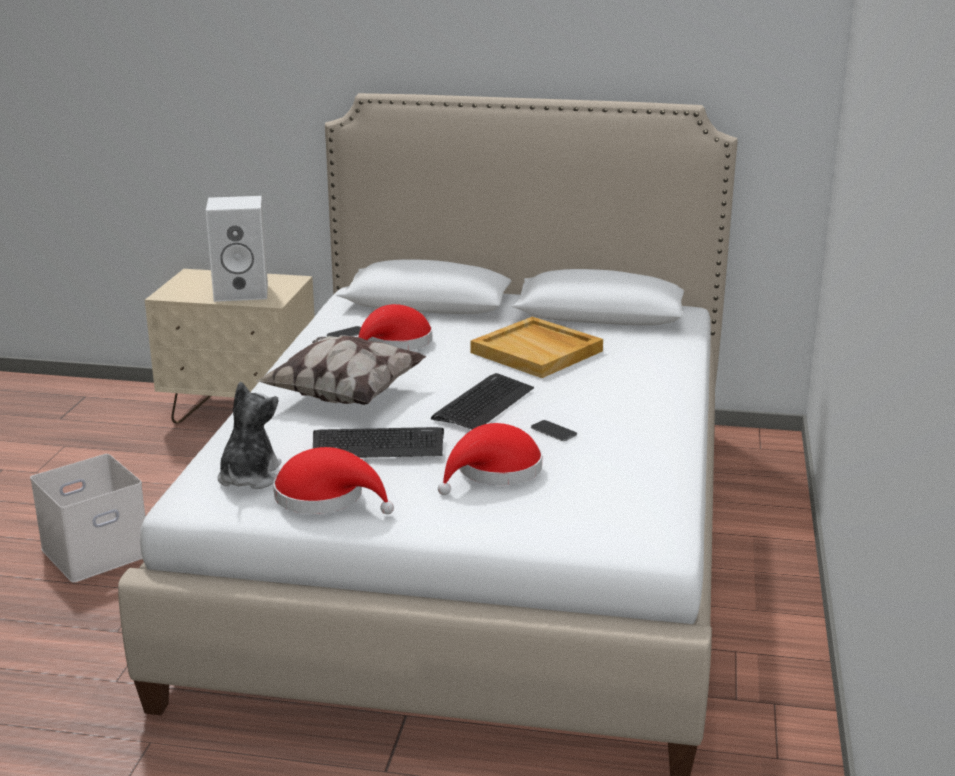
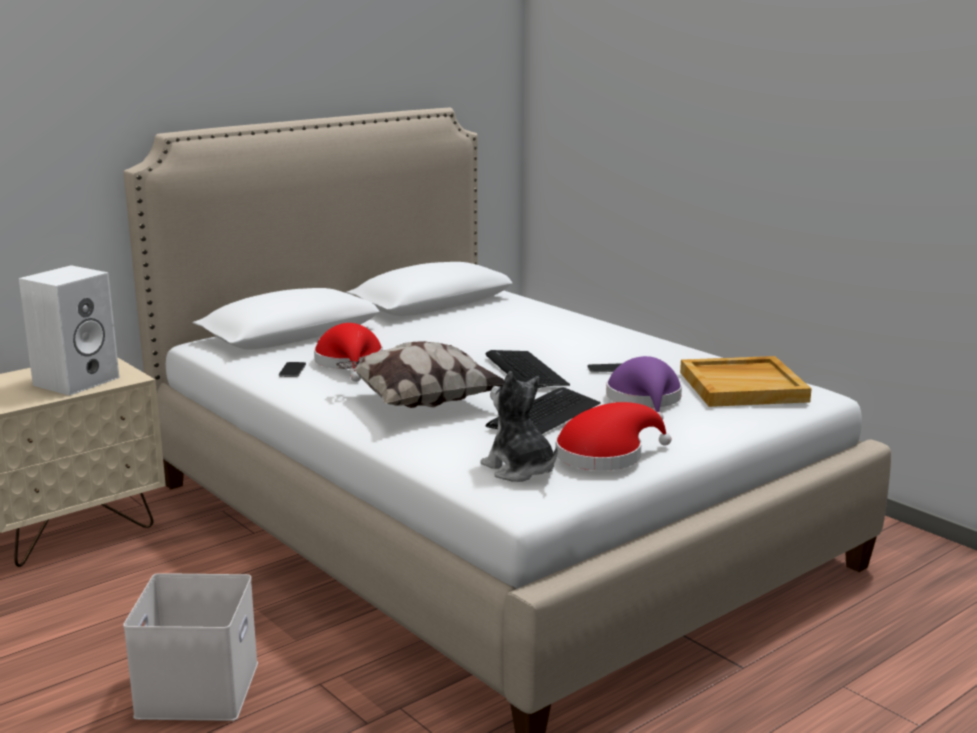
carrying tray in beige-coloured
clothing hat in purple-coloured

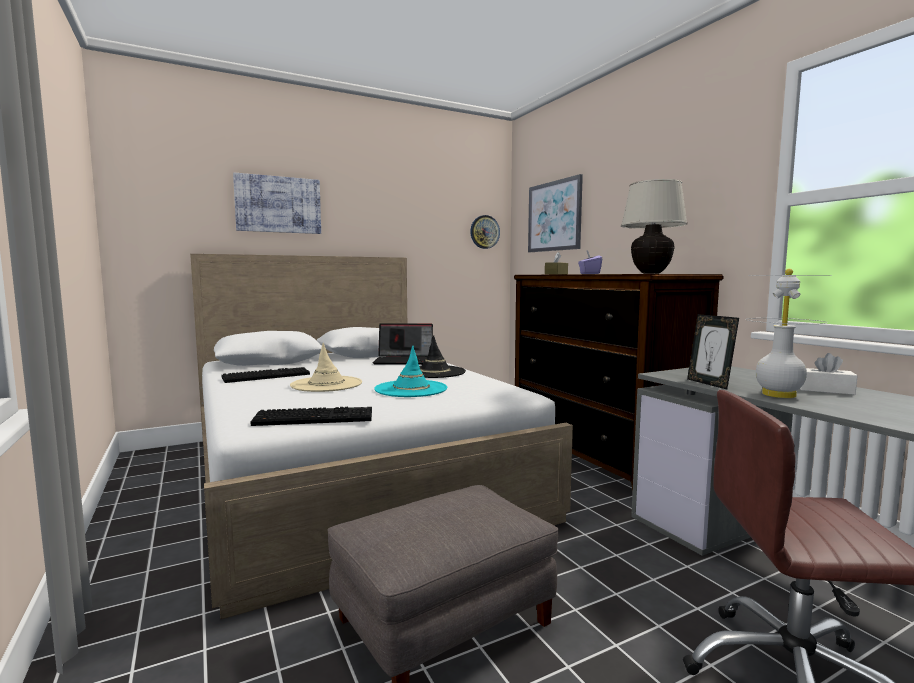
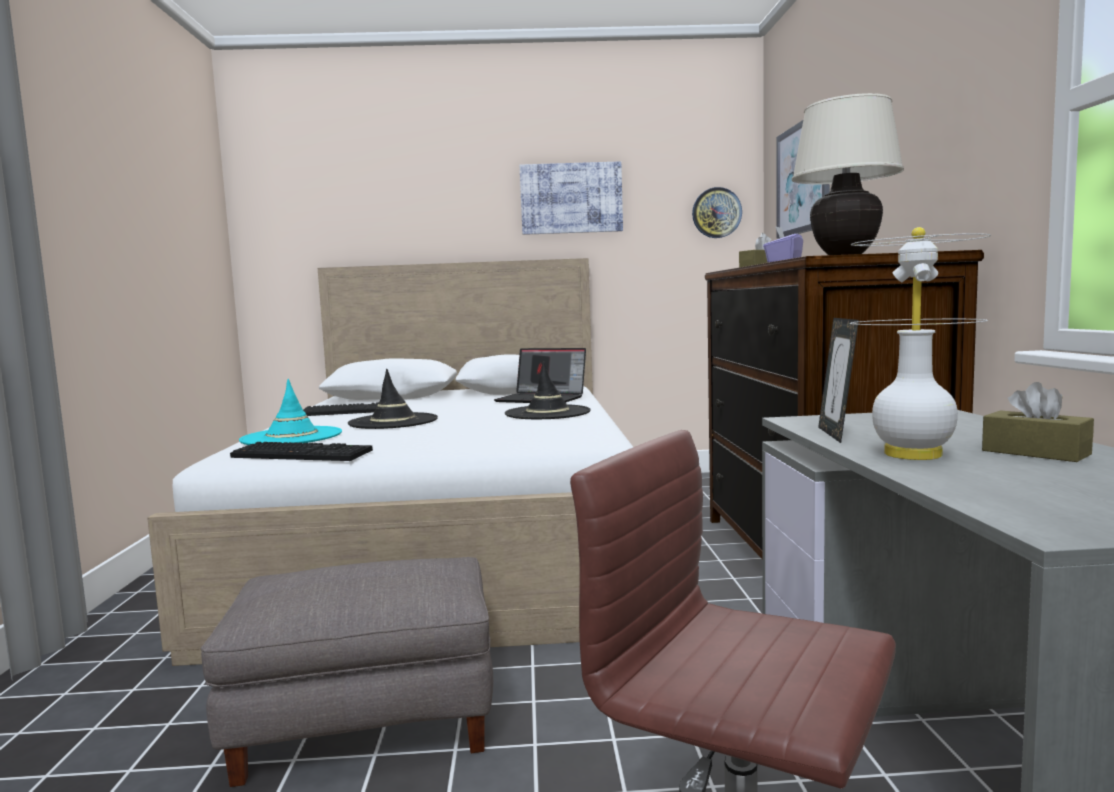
wall picture (no. 1 from left)
clothing hat in blue-green
clothing hat in black-coloured (no. 1 from left)
tissue box in brown (no. 2 from left)

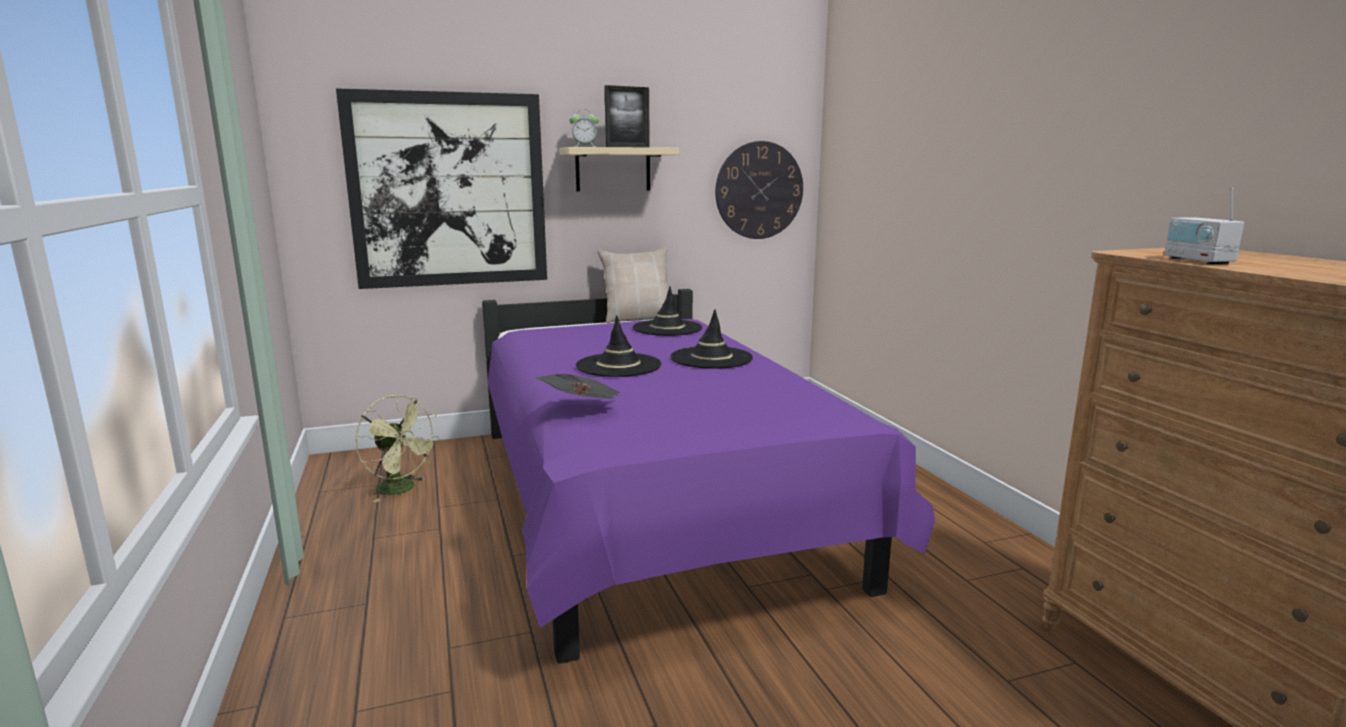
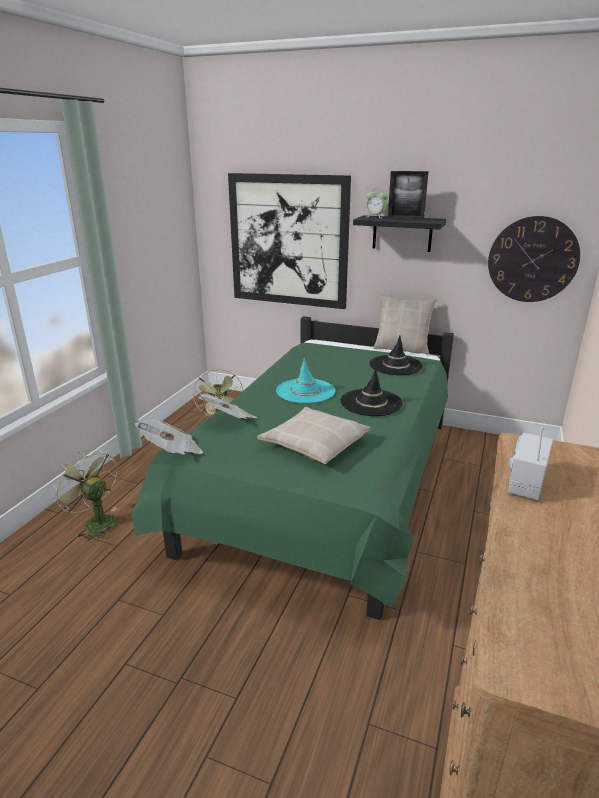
fan in green-coloured (no. 1 from left)
printed paper (no. 1 from left)
throw pillow in beige-coloured (no. 1 from left)
bed in green-coloured
wall shelf in black-coloured
clothing hat in blue-green

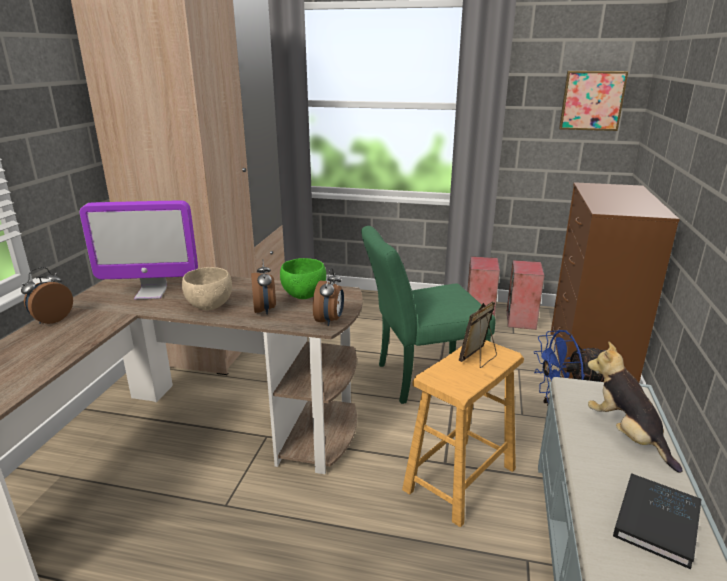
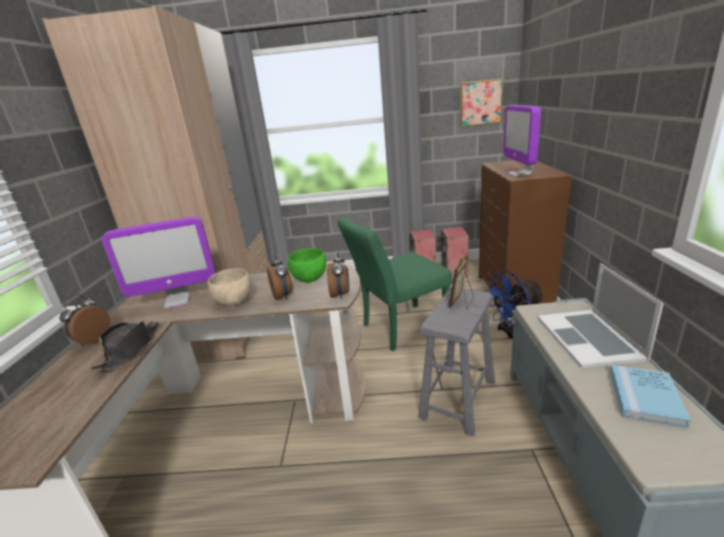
clothing hat in black-coloured
monitor (no. 2 from left)
portable computer
stool in greyish
book in blue-coloured

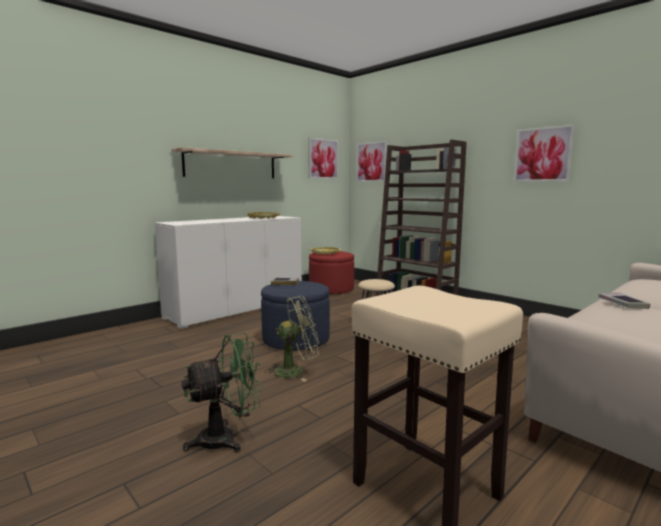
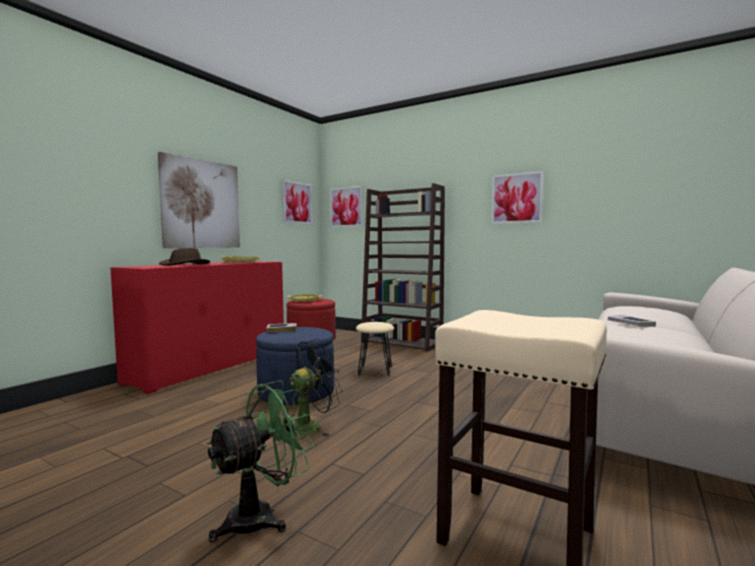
clothing hat in brown
wall picture (no. 1 from left)
storage cabinet in red-coloured
fan in black-coloured

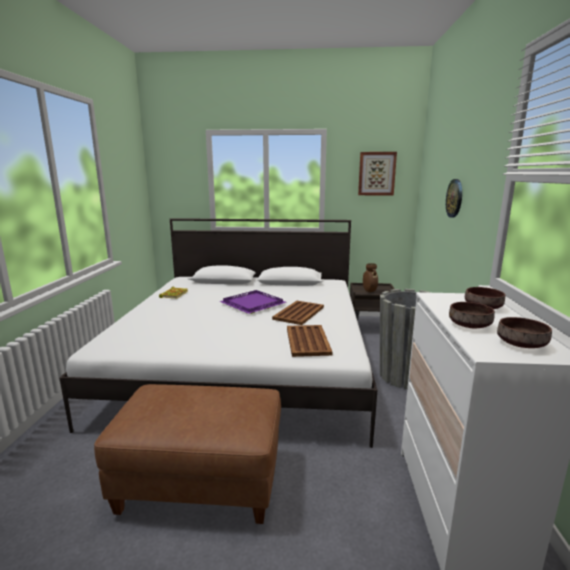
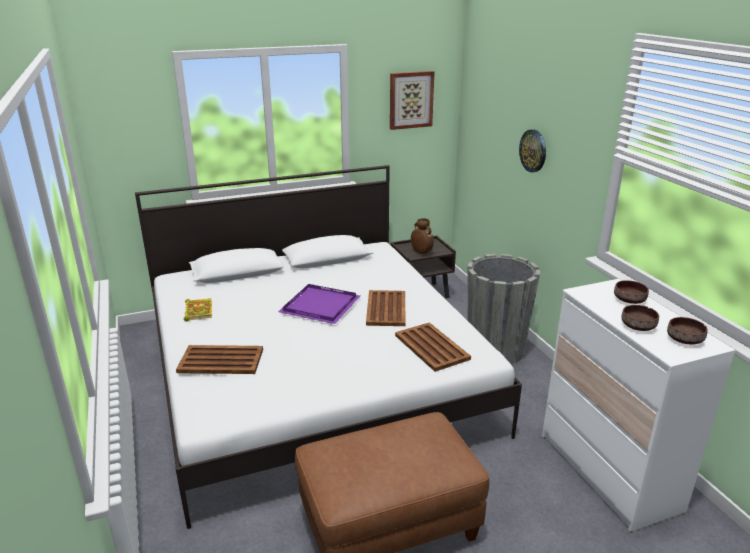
carrying tray in brown (no. 1 from left)

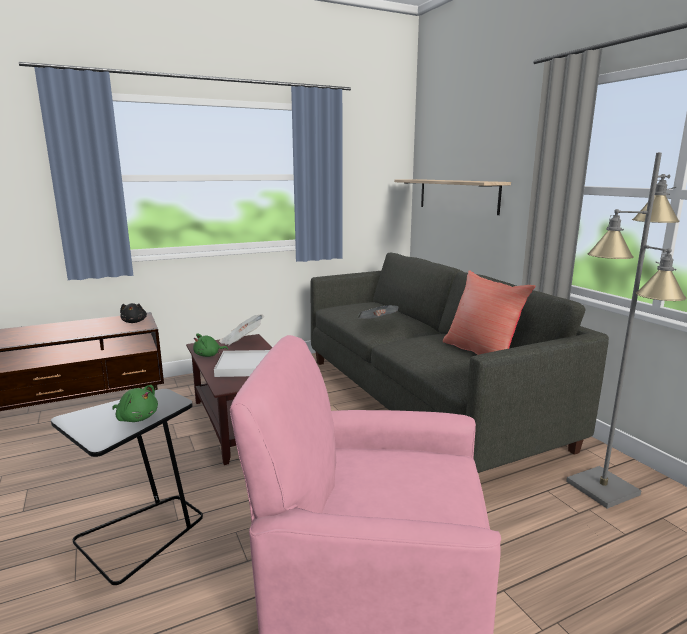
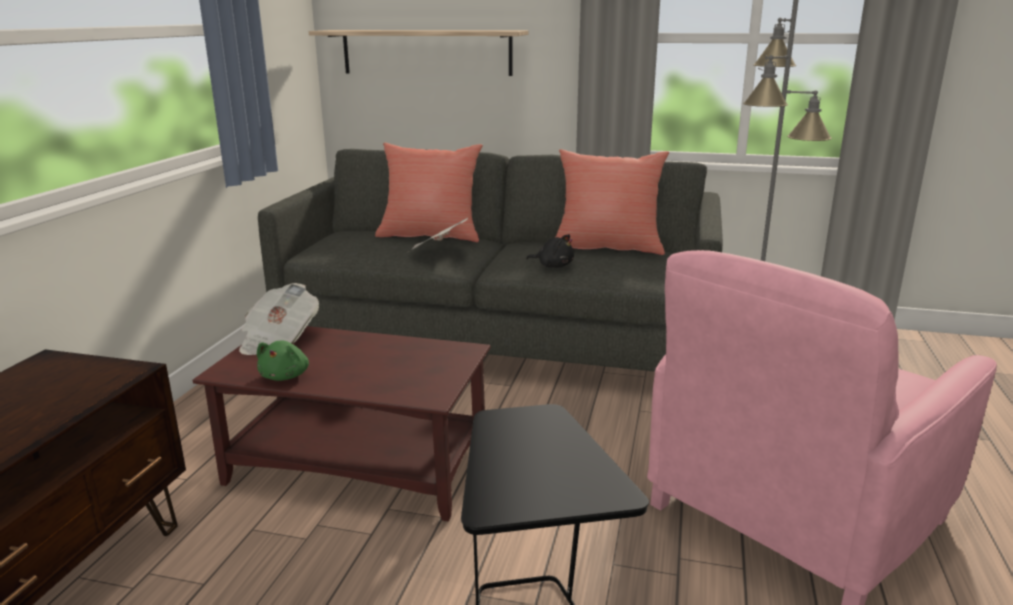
plush toy in green-coloured (no. 1 from left in the first image)
carrying tray in white
throw pillow in red-coloured (no. 1 from left)
plush toy in black-coloured

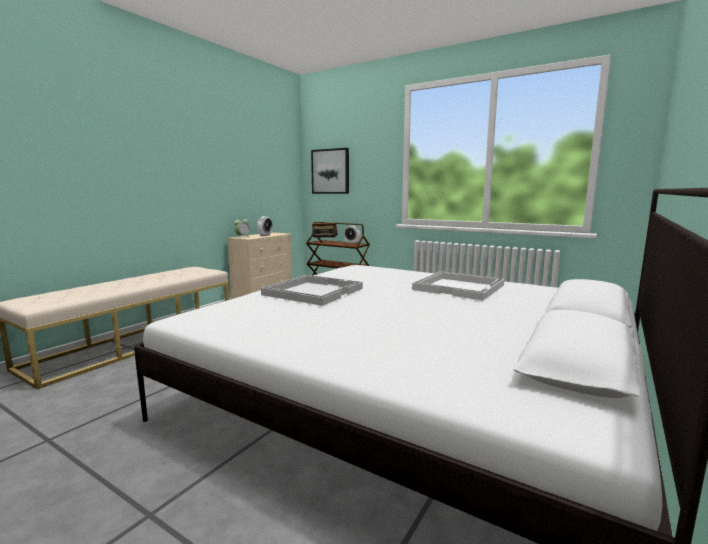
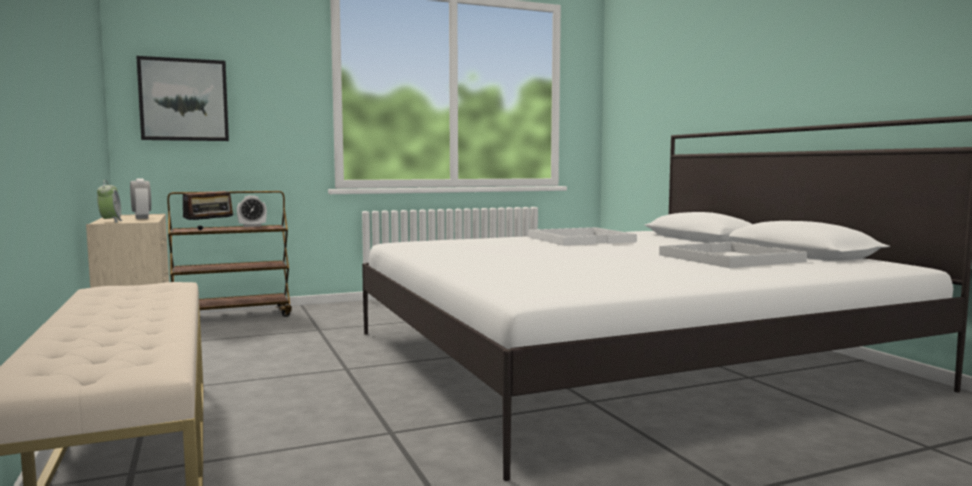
carrying tray in white (no. 2 from left)

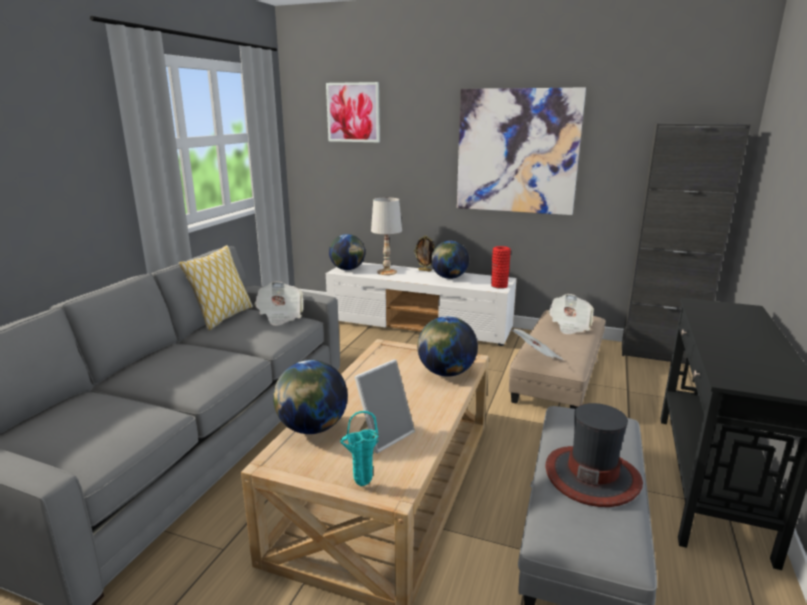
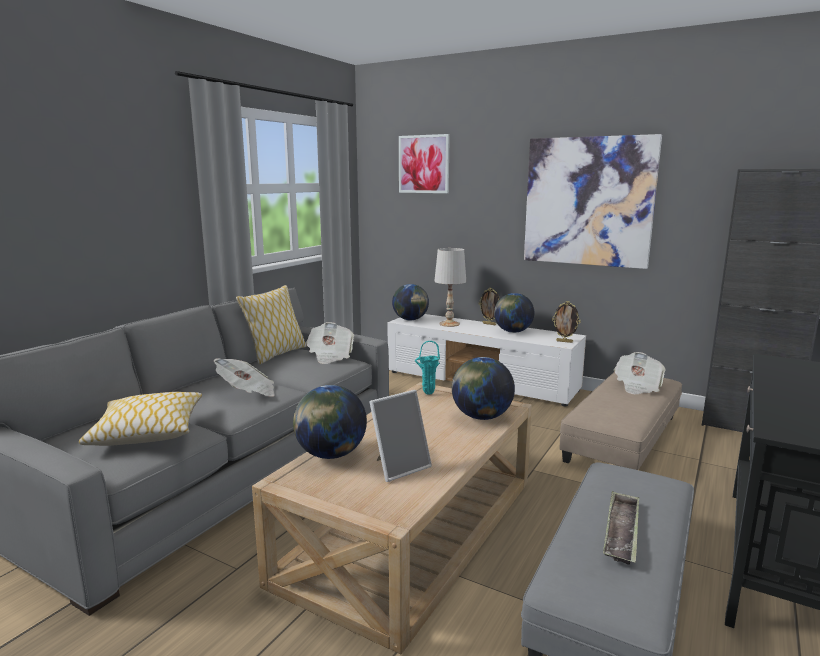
throw pillow (no. 1 from left)
decorative vase in blue-green
printed paper (no. 1 from left)
photo frame (no. 3 from left)
carrying tray

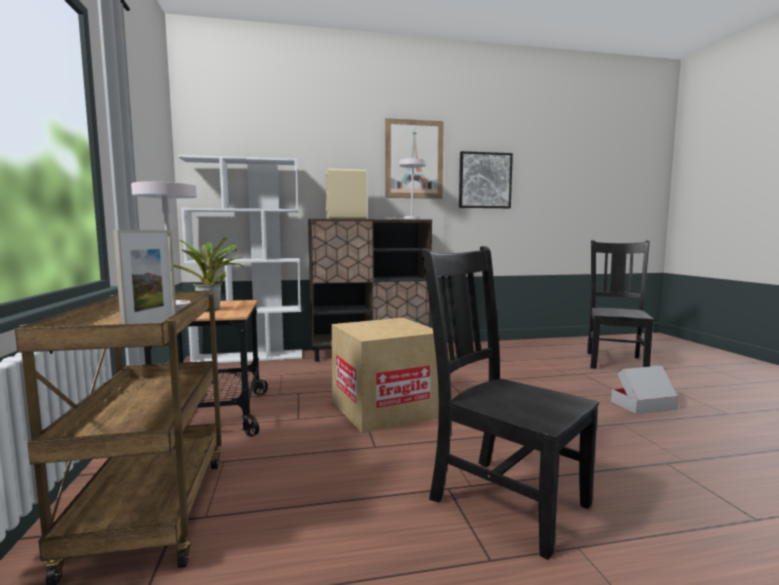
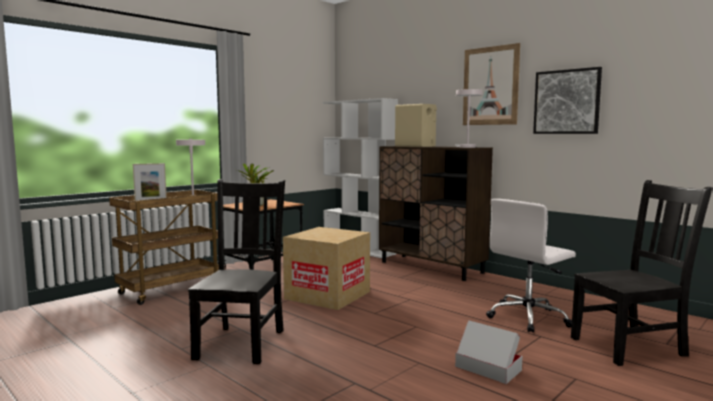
office chair in white

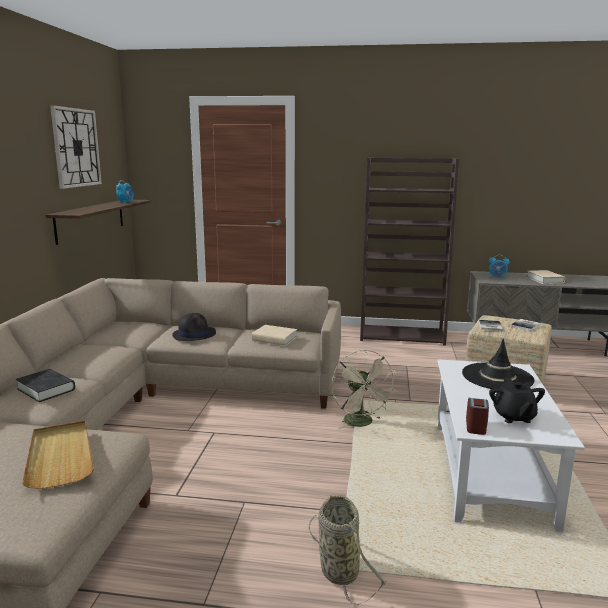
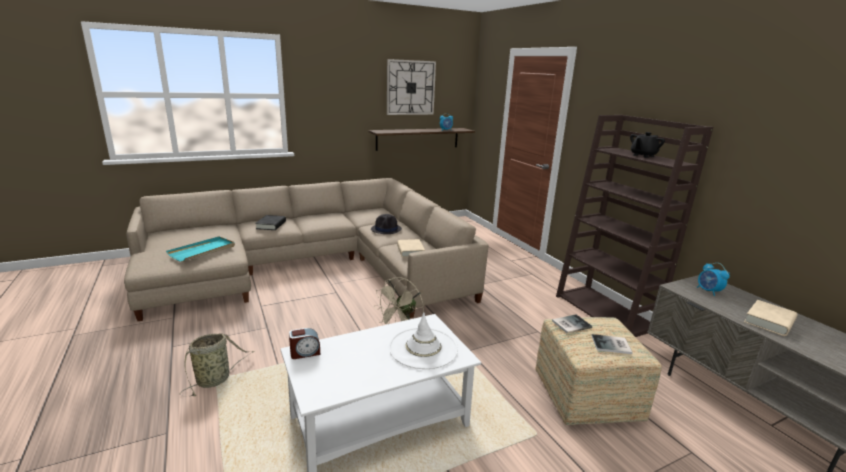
teapot in black-coloured
carrying tray in blue-green
clothing hat in white

